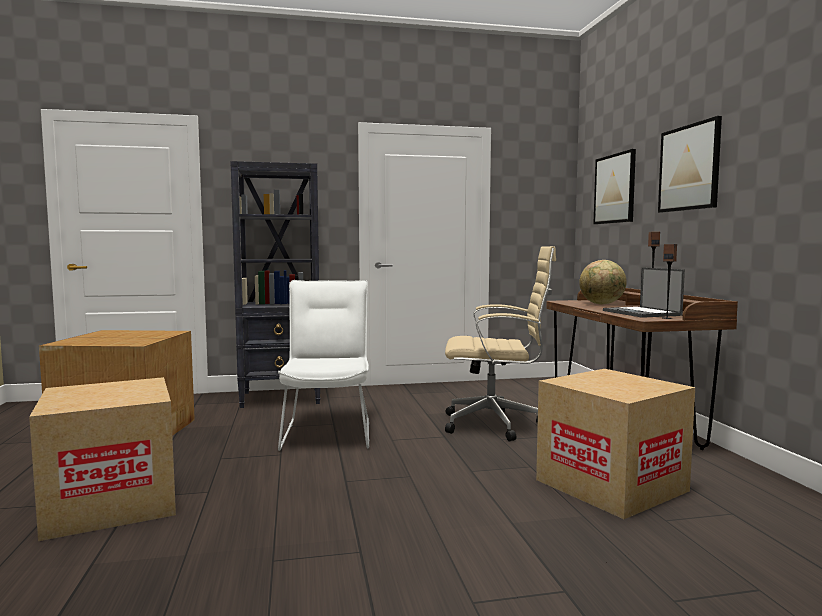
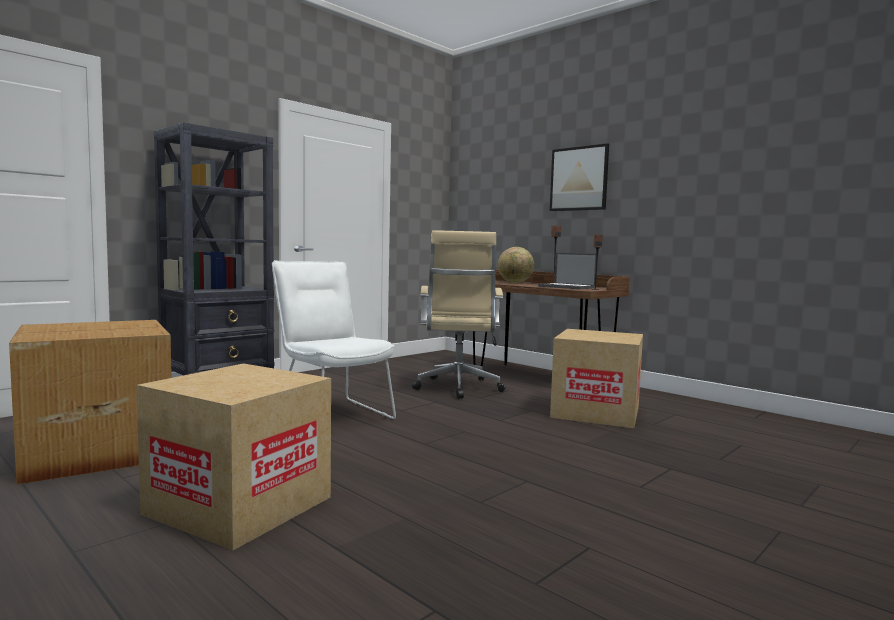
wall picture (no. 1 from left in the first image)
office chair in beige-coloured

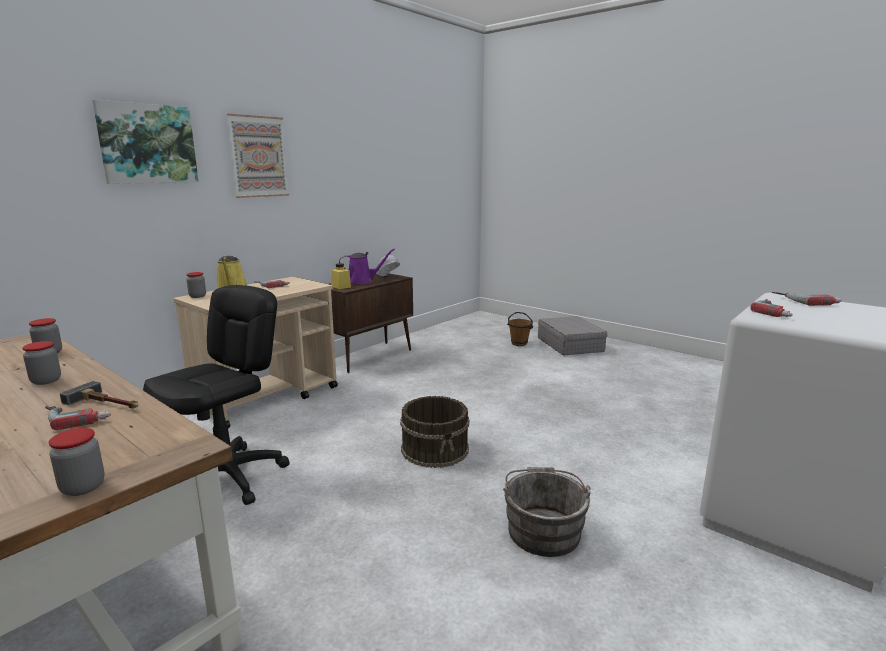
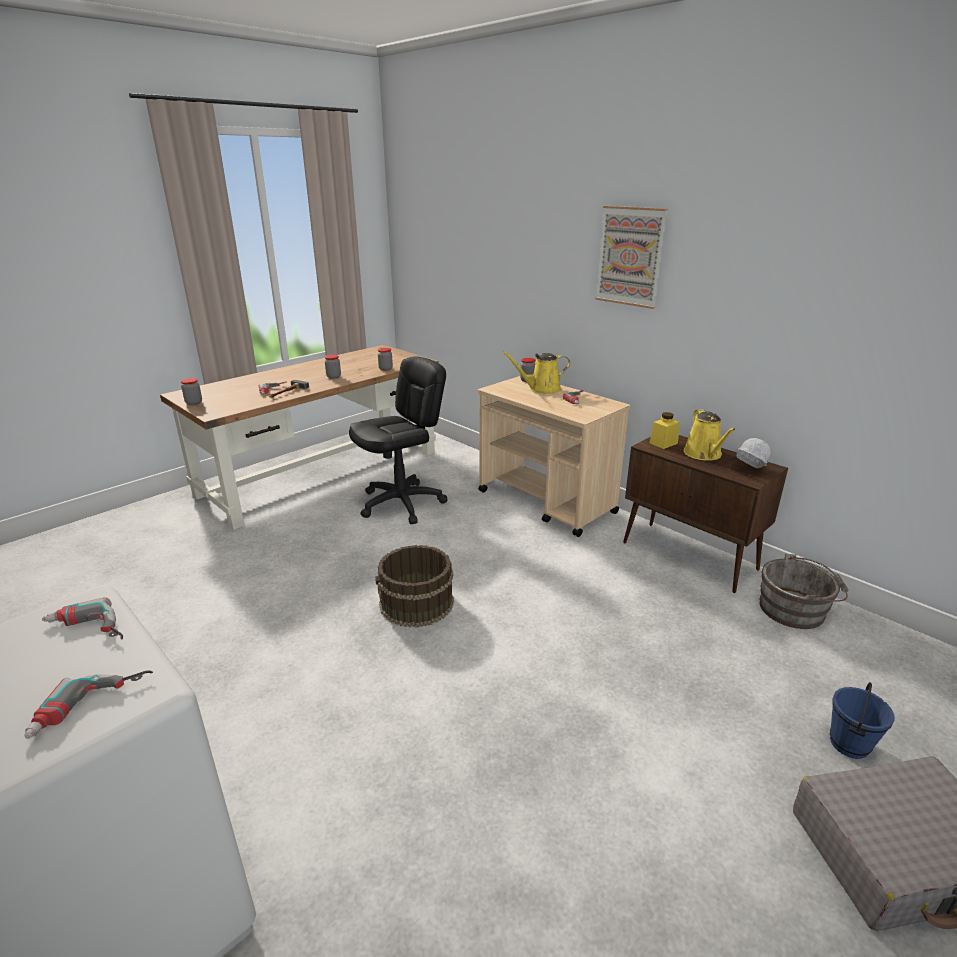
wall picture (no. 1 from left in the first image)
water bucket in greyish
watering can in yellowish (no. 2 from left)
water bucket in blue-coloured
office chair in black-coloured

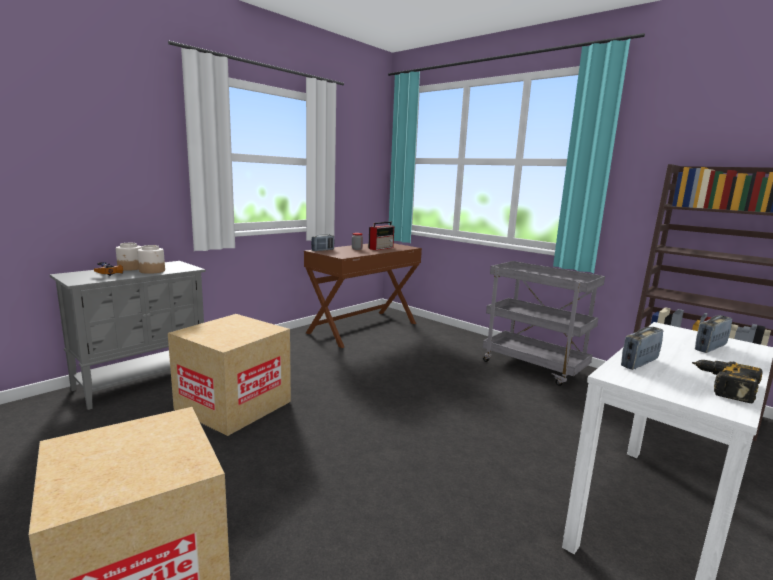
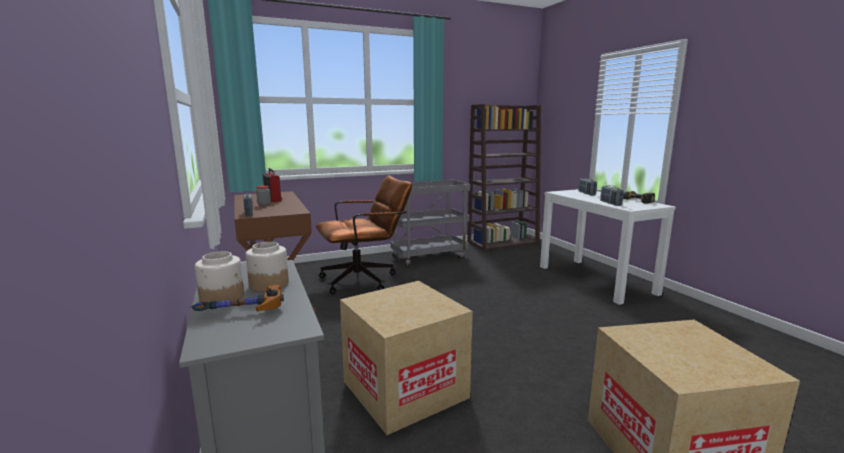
office chair in brown

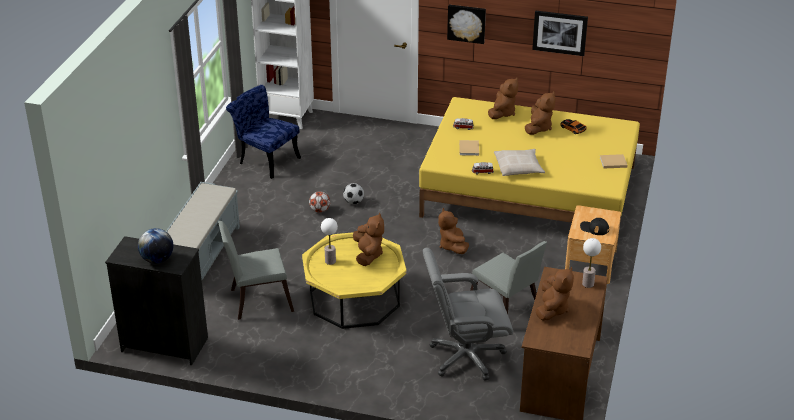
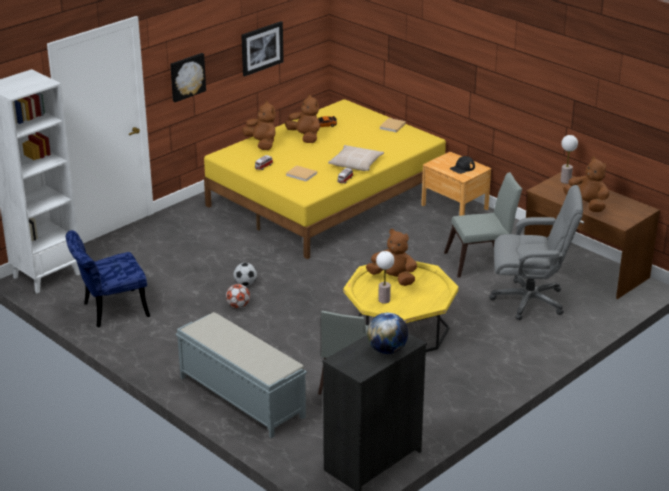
plush toy in brown (no. 2 from left in the first image)
office chair in greyish

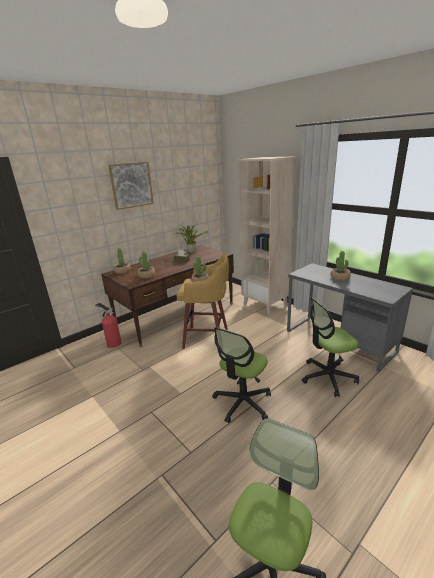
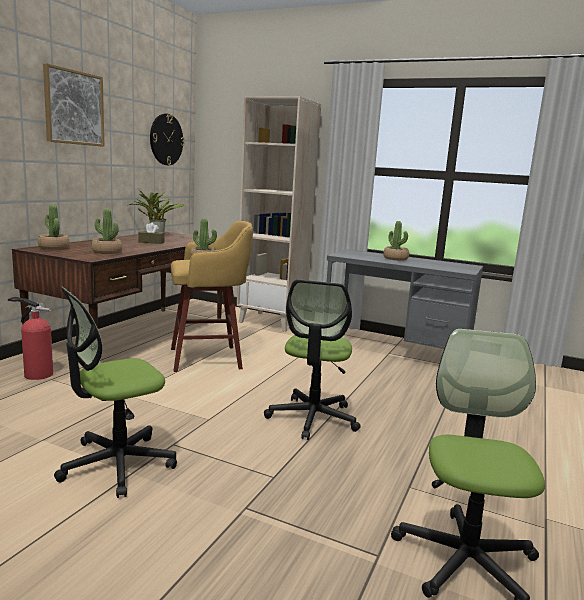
wall clock
office chair (no. 1 from left)

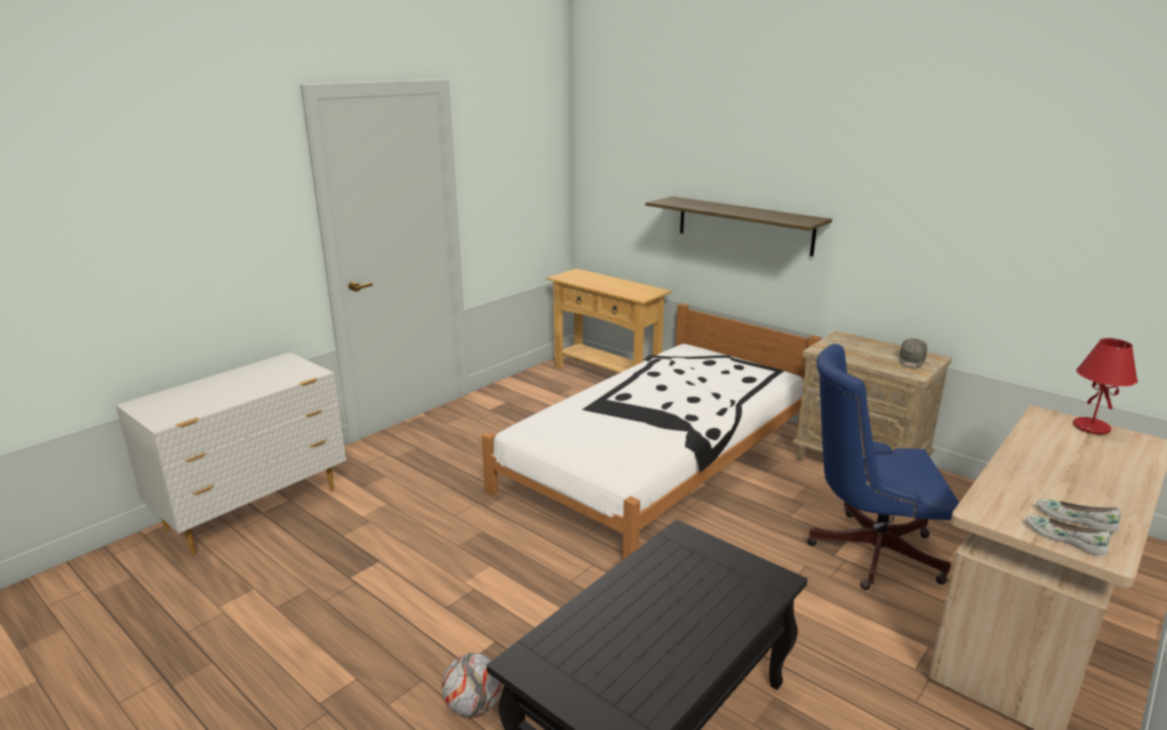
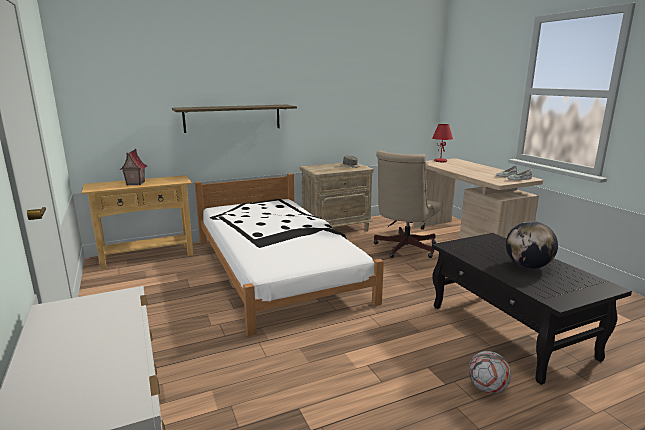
model house
world globe
office chair in beige-coloured

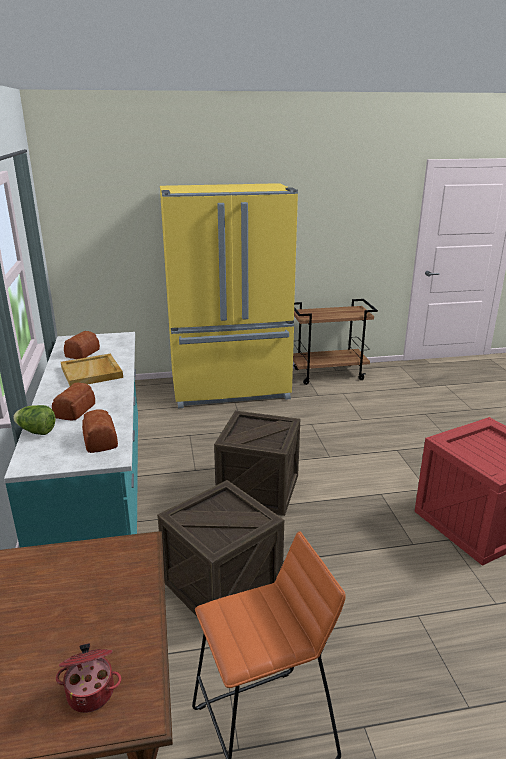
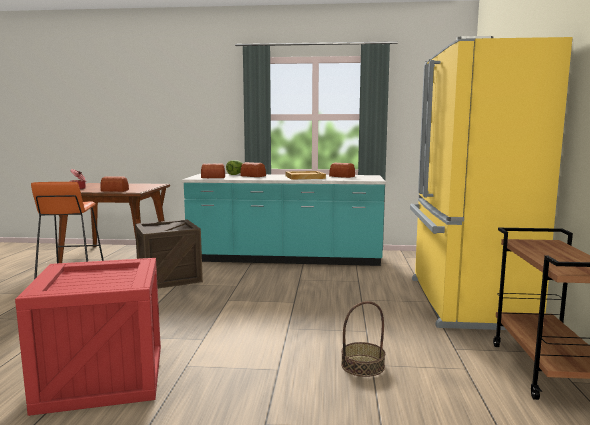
packing crate (no. 2 from left in the first image)
baked bread (no. 1 from left)
storage basket

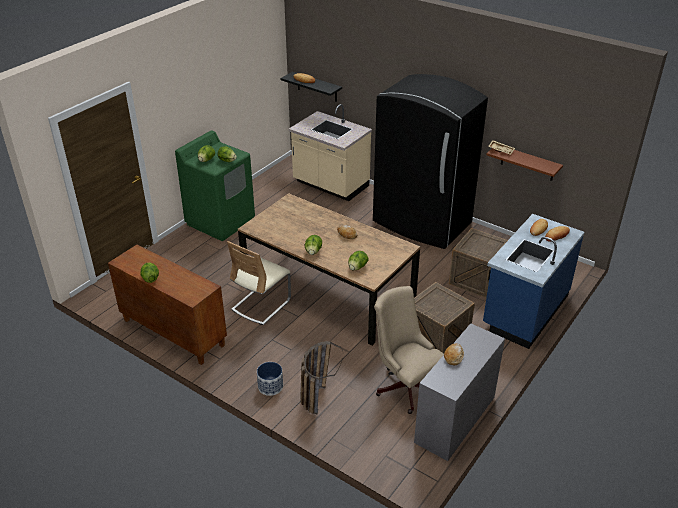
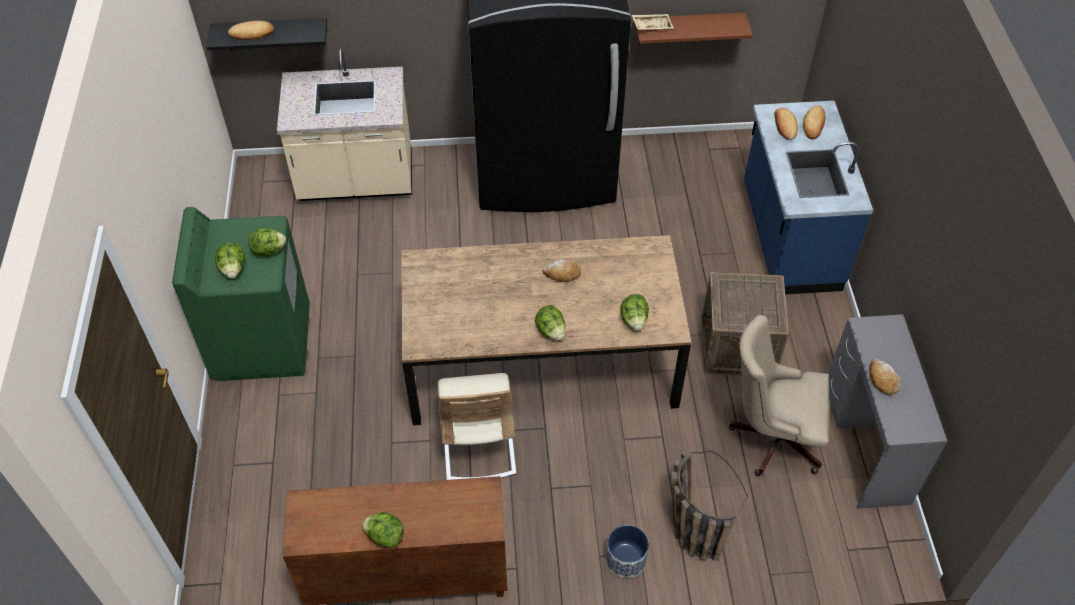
packing crate (no. 2 from left in the first image)

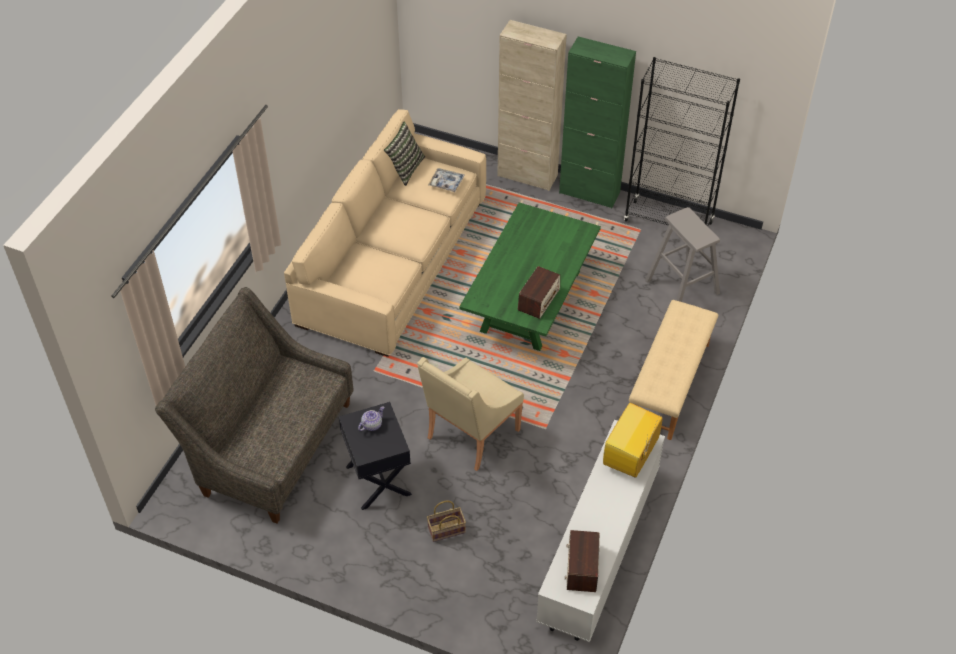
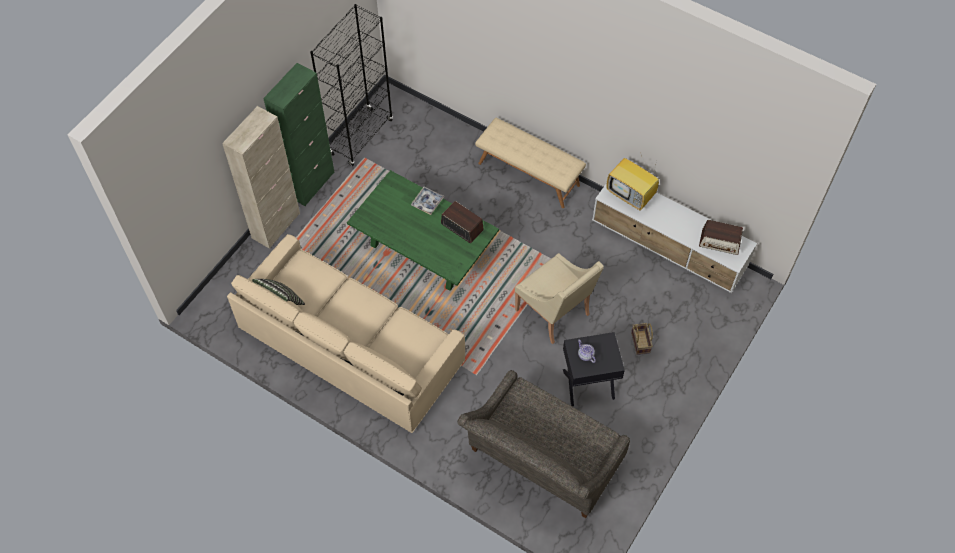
stool in greyish
carrying tray

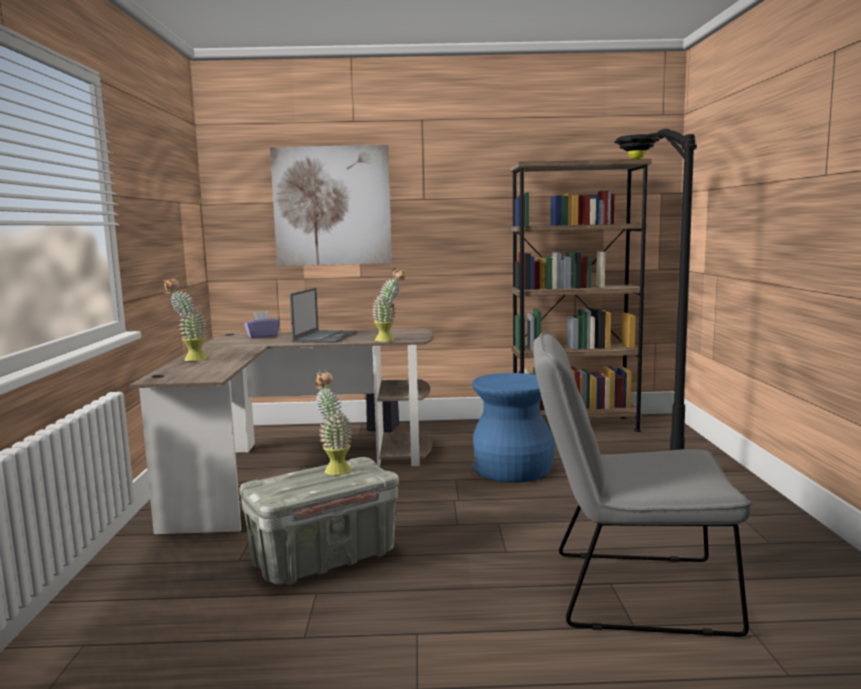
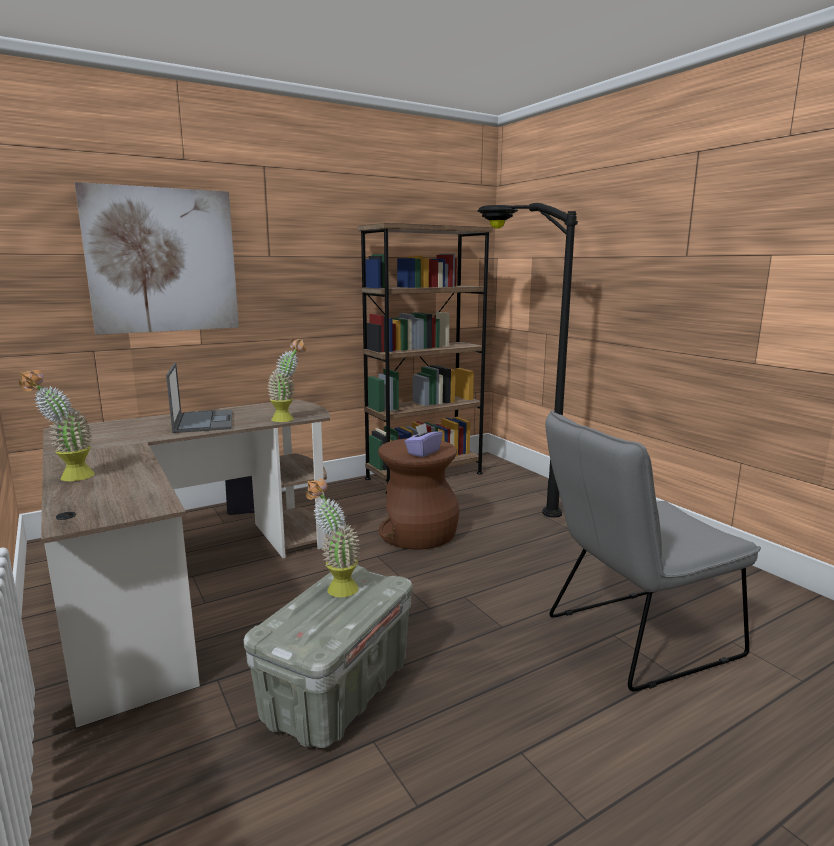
tissue box in purple-coloured
stool in brown

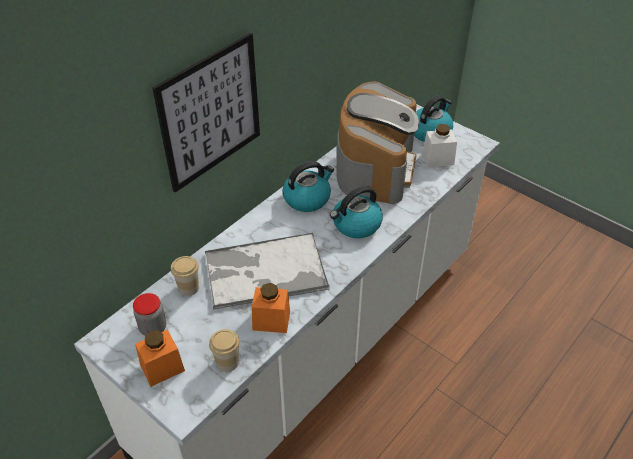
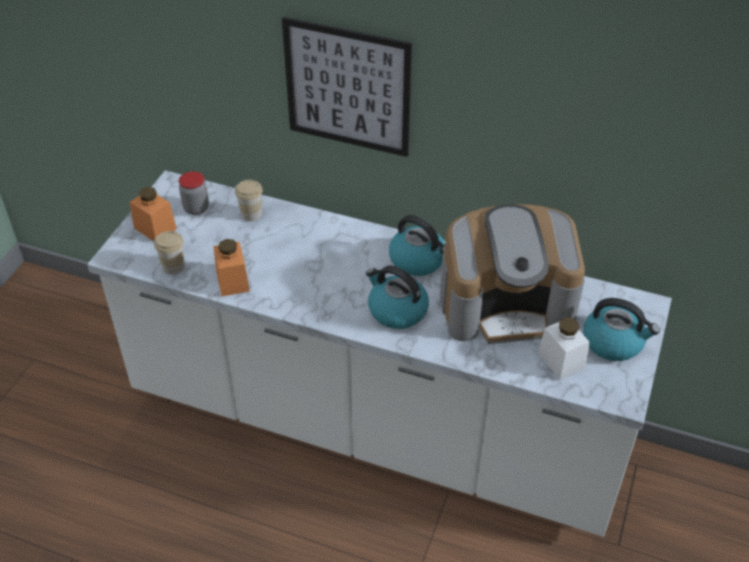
carrying tray

